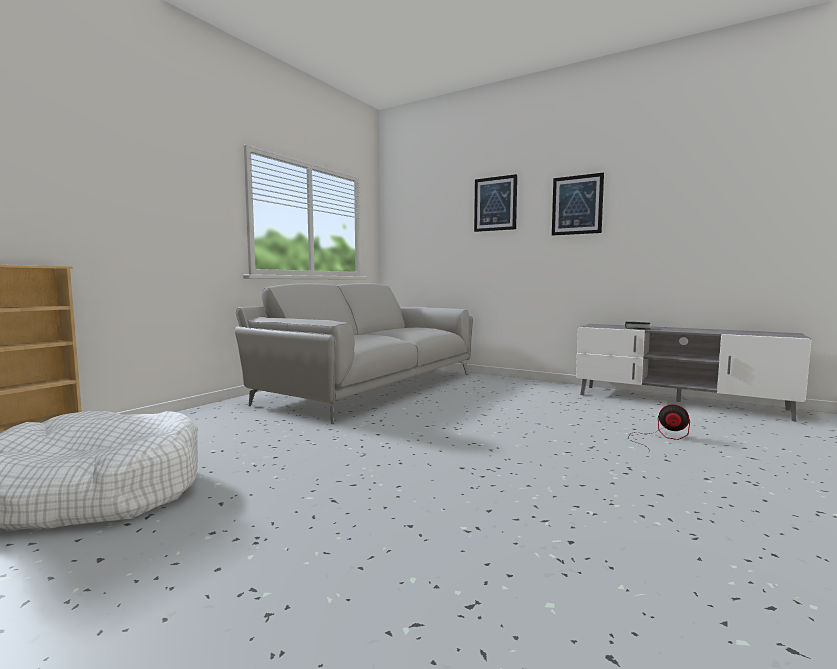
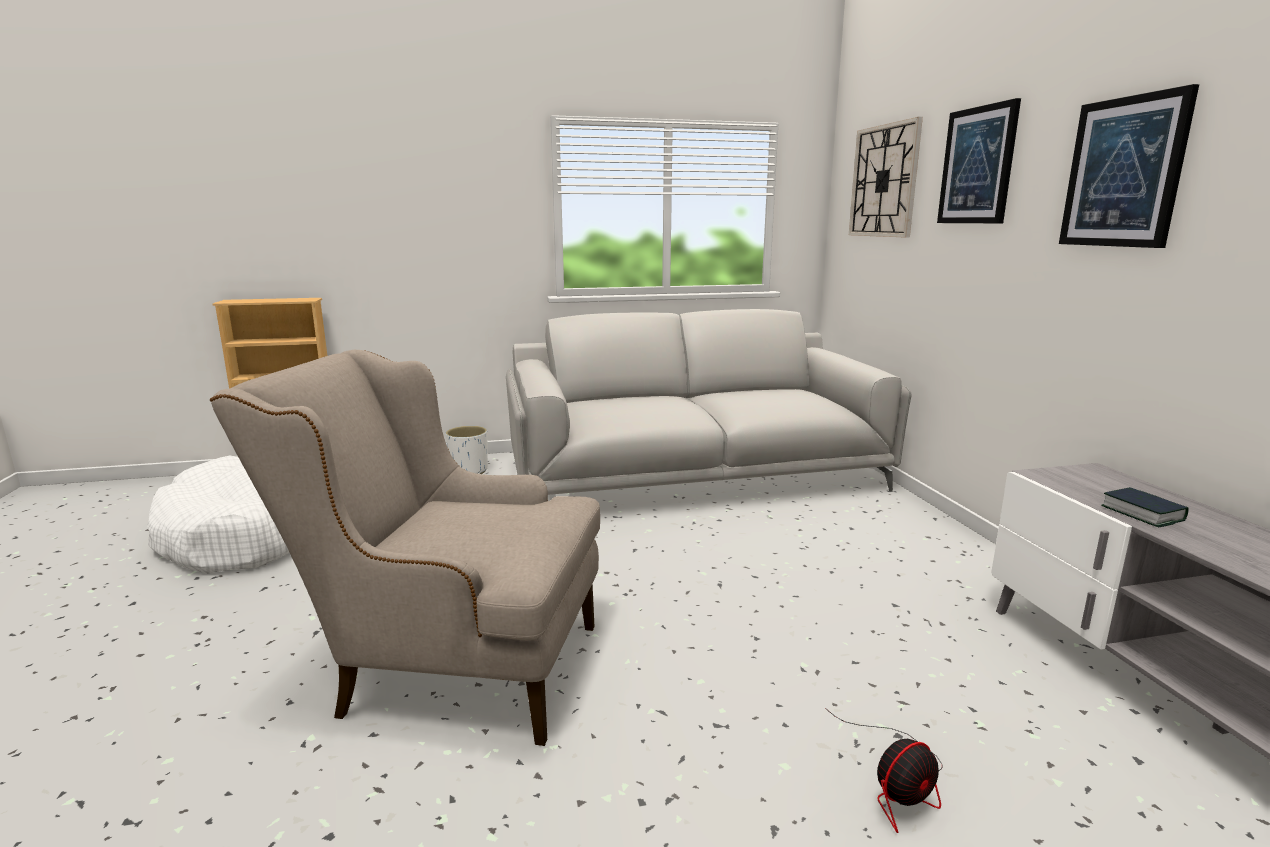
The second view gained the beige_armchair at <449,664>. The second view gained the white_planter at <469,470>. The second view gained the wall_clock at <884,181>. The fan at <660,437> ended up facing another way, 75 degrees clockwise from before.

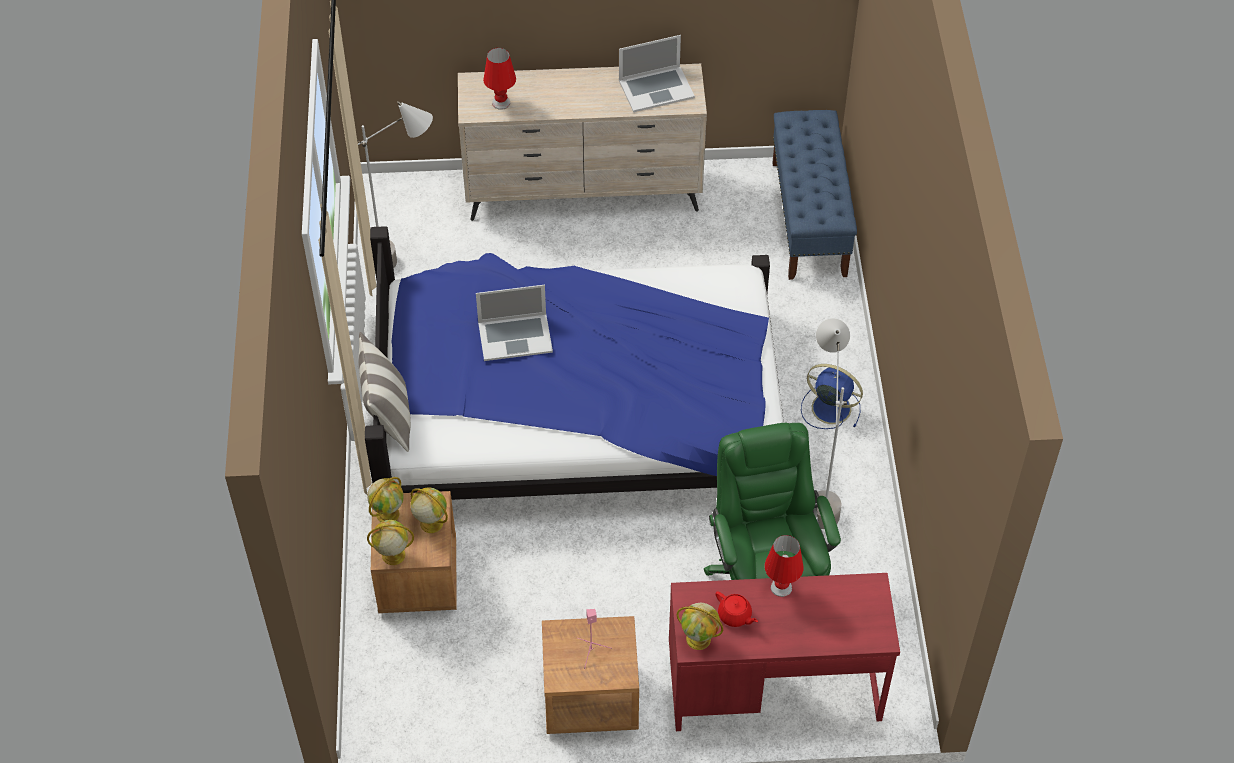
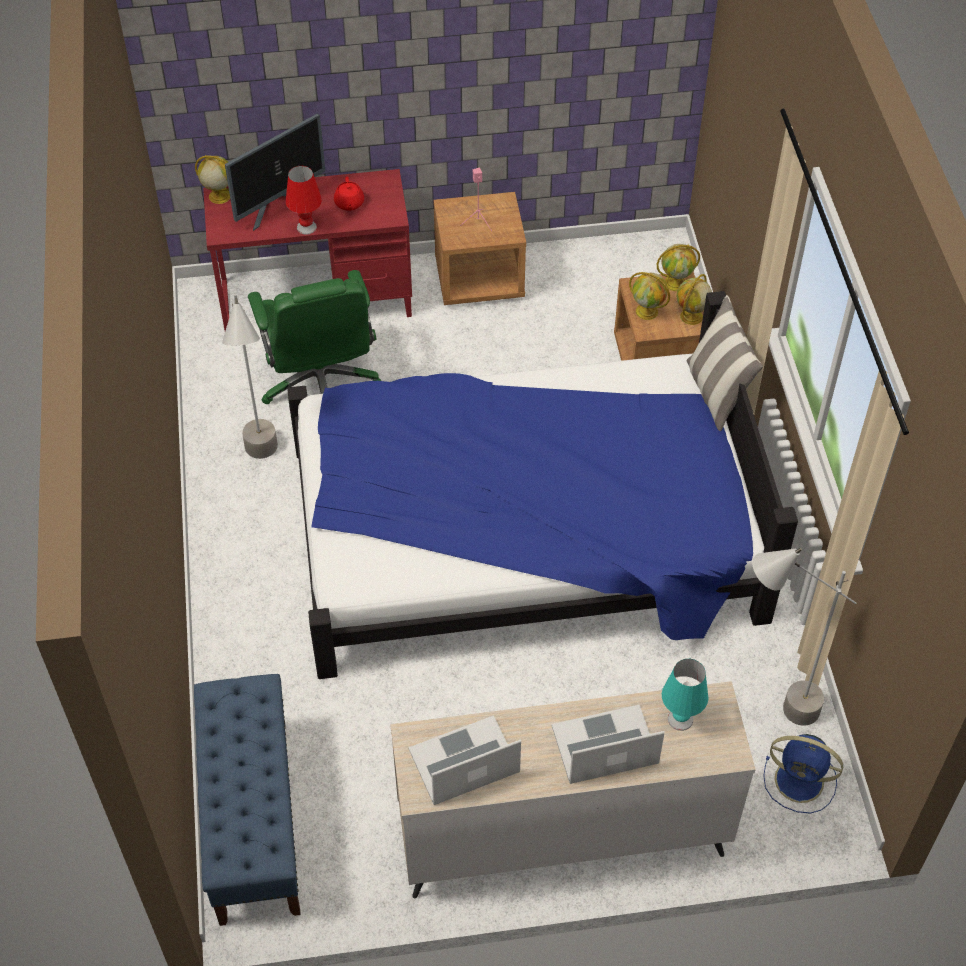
The second view gained the monitor at <279,204>. The laptop ended up elsewhere, having gone from <515,336> to <605,745>. The globe ended up elsewhere, having gone from <699,639> to <219,196>. The blue_fan ended up elsewhere, having gone from <829,407> to <801,781>. What was the red_table_lamp at <501,102> turned into the turquoise_table_lamp at <680,719>. The red_teapot at <735,616> ended up facing another way, 135 degrees counterclockwise from before.

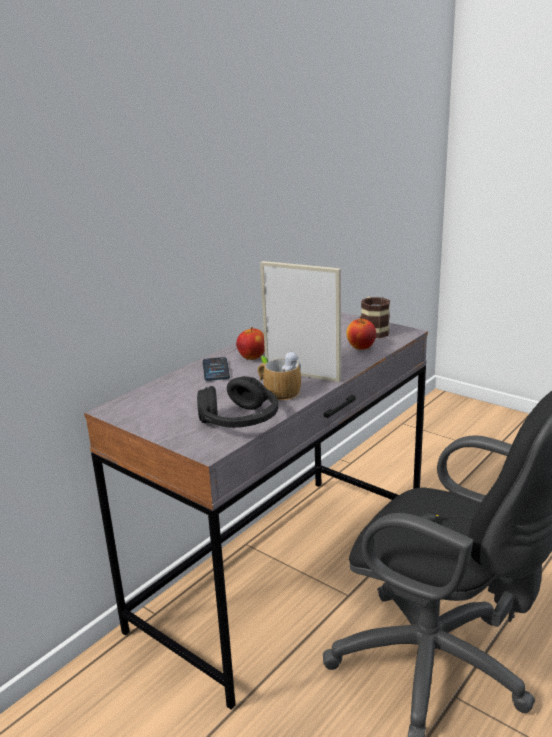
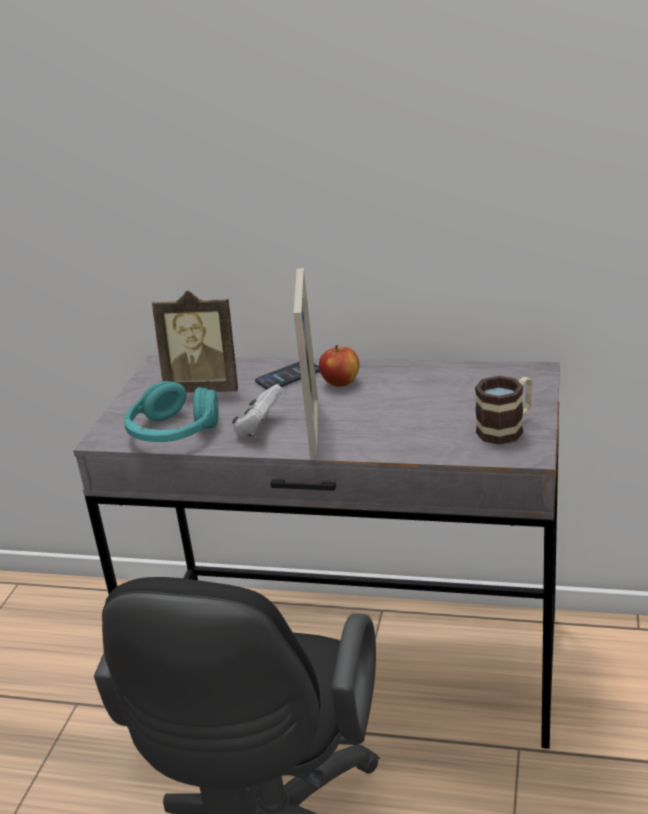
The second view lost the apple at <361,347>. The second view gained the picture_frame at <205,387>. Where the mug stood at <278,390>, the white_game_controller came to stand at <259,428>. What was the black_headphones at <239,420> turned into the turquoise_headphones at <173,432>.

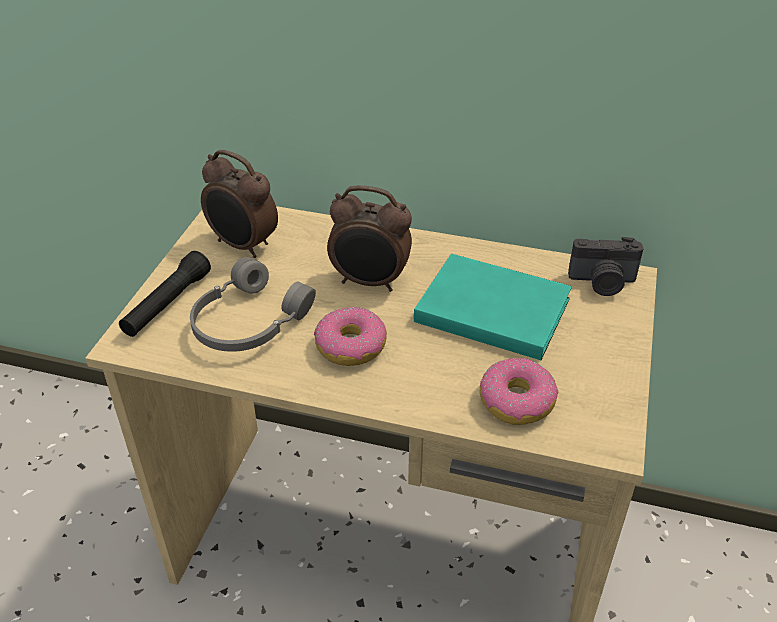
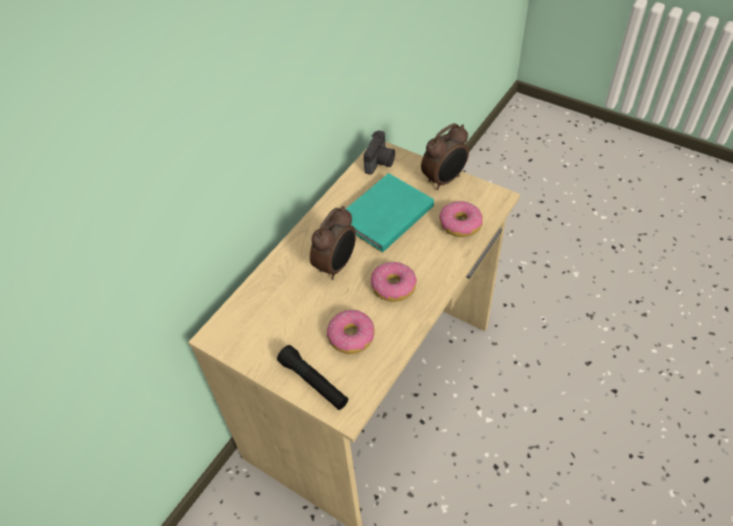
The alarm_clock ended up elsewhere, having gone from <243,246> to <445,180>. Where the grey_headphones stood at <248,322>, the donut came to stand at <351,337>.

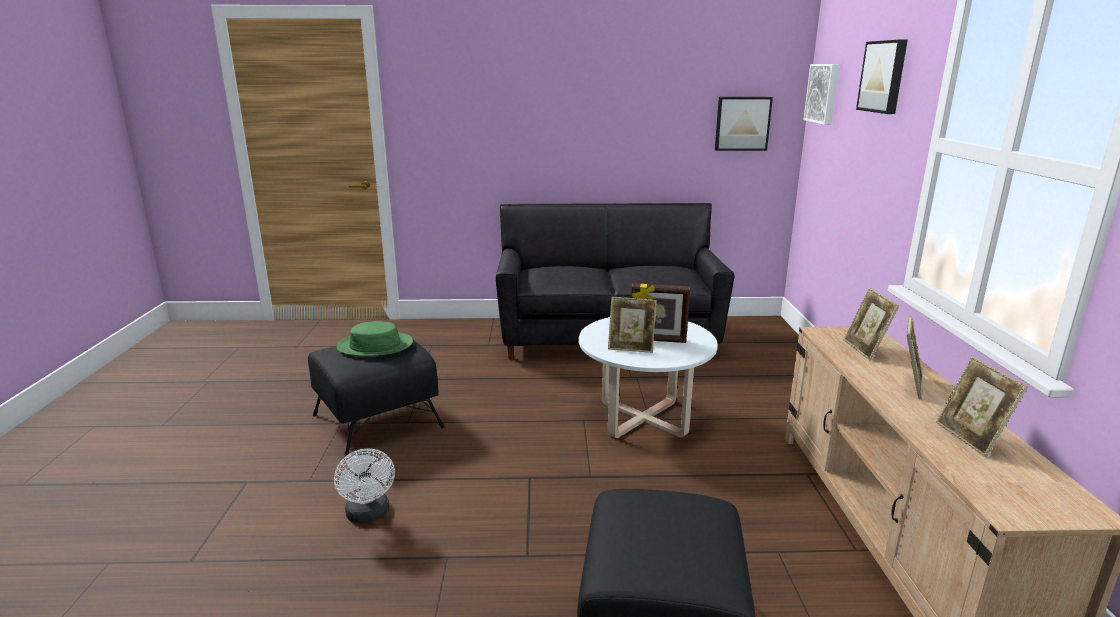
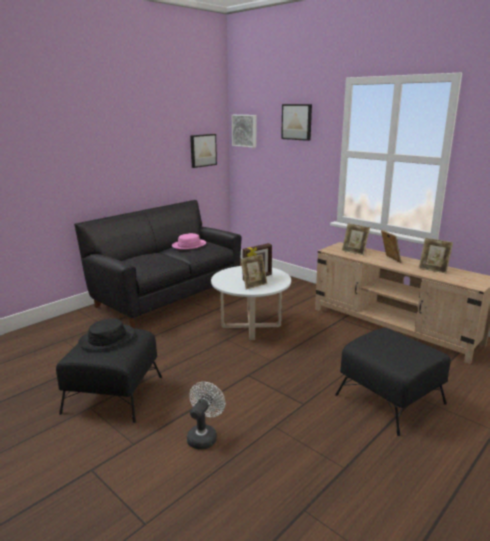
The second view gained the pink_hat at <189,245>. What was the green_hat at <375,345> turned into the black_hat at <107,338>. The white_fan at <369,515> ended up facing another way, 90 degrees counterclockwise from before.

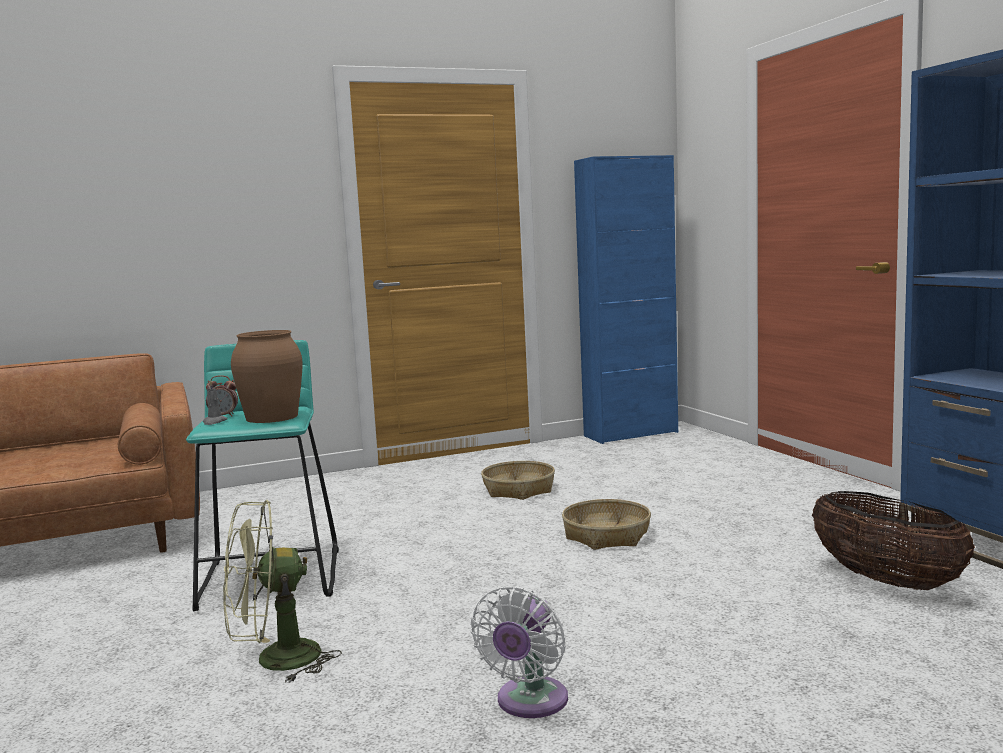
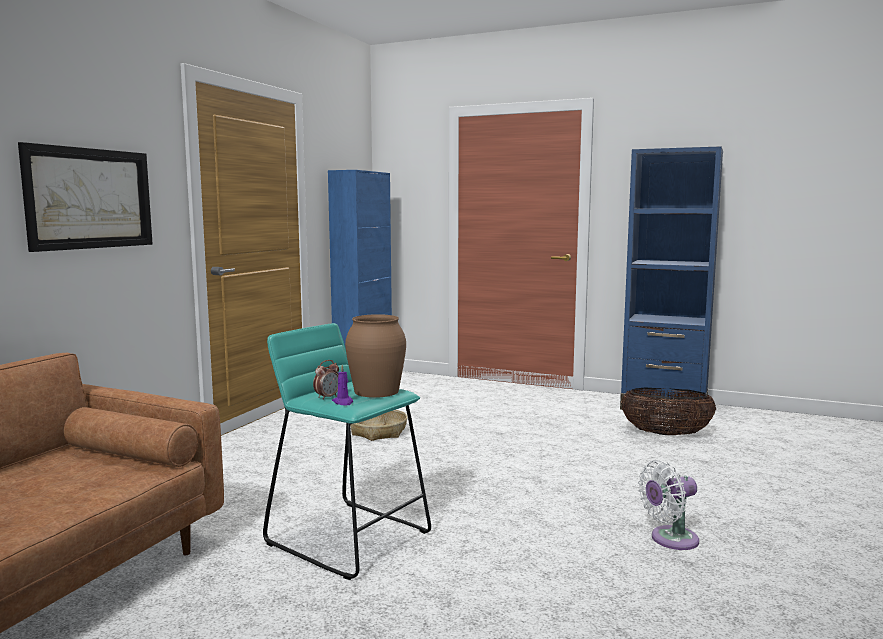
The second view lost the green_fan at <274,661>. The second view lost the basket at <607,536>. The second view gained the picture at <90,198>. What was the grey_candle at <214,422> turned into the purple_candle at <343,402>. The white_fan at <529,703> ended up facing another way, 90 degrees clockwise from before.

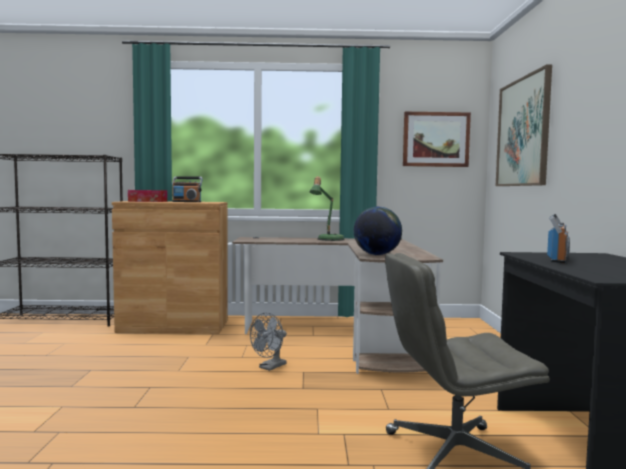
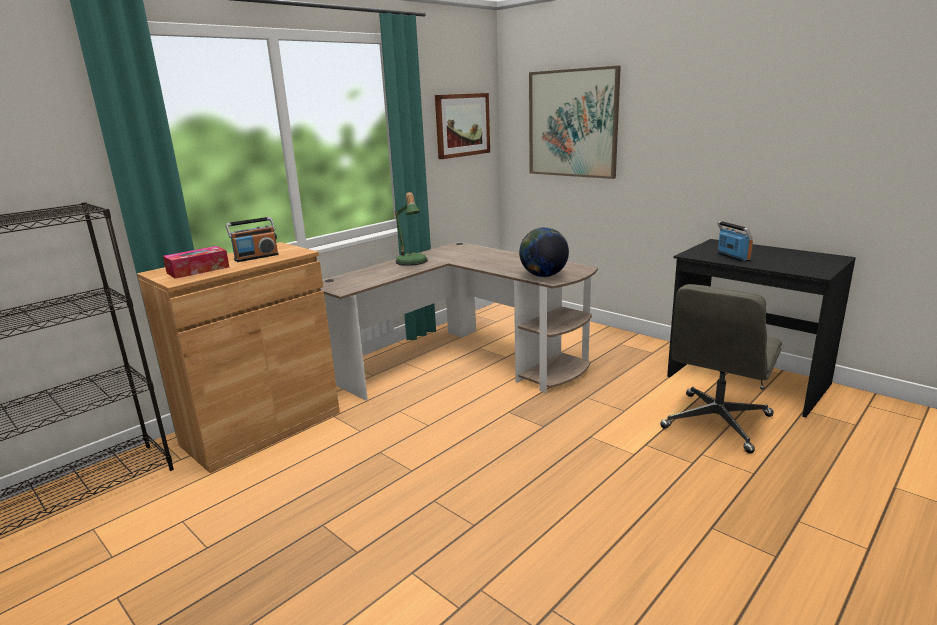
The second view lost the grey_fan at <270,367>.

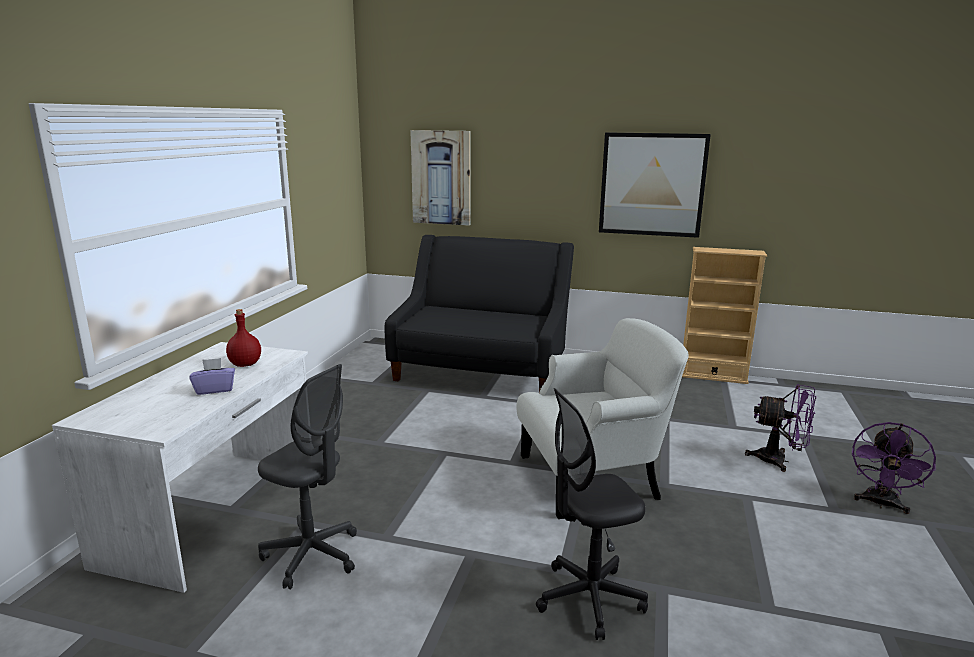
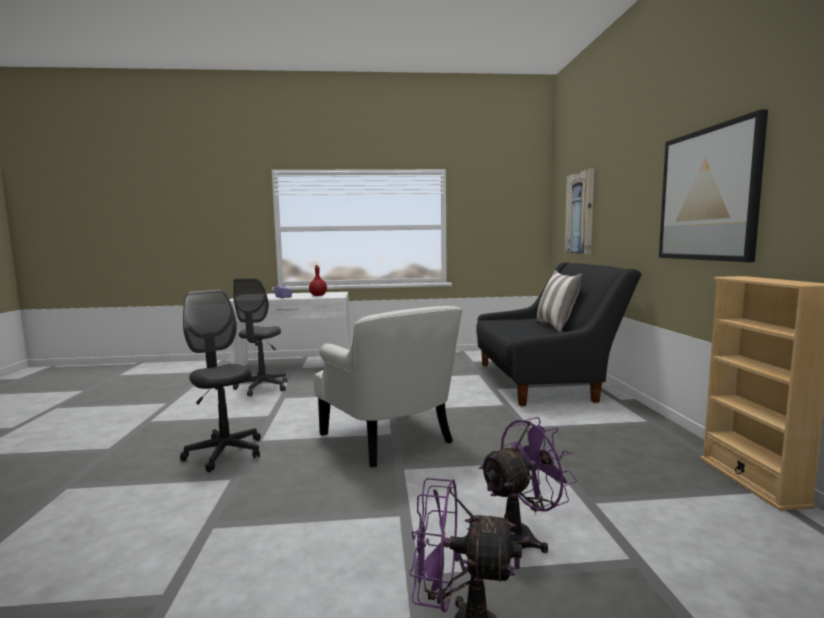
The second view gained the pillow at <556,327>. The purple_fan at <779,460> ended up facing another way, 120 degrees counterclockwise from before.

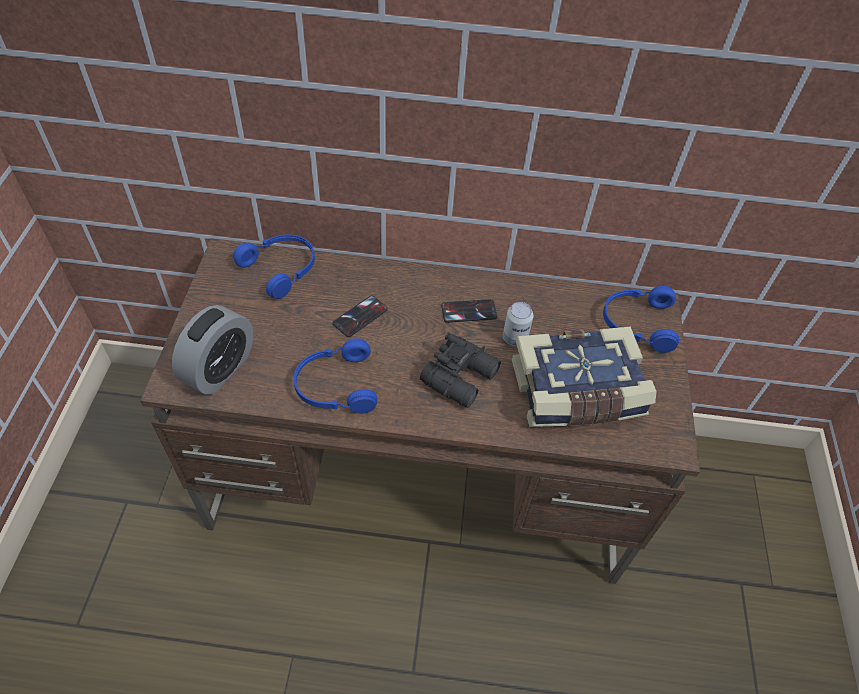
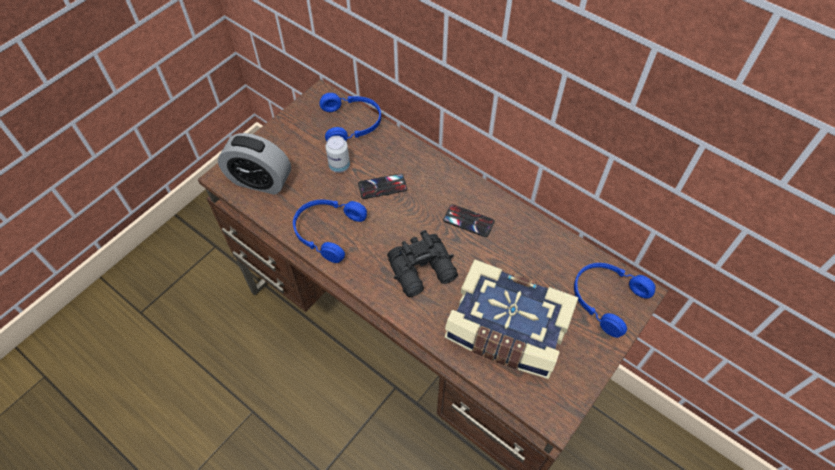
The can ended up elsewhere, having gone from <514,338> to <339,166>. The alarm_clock at <220,369> ended up facing another way, 45 degrees clockwise from before.

